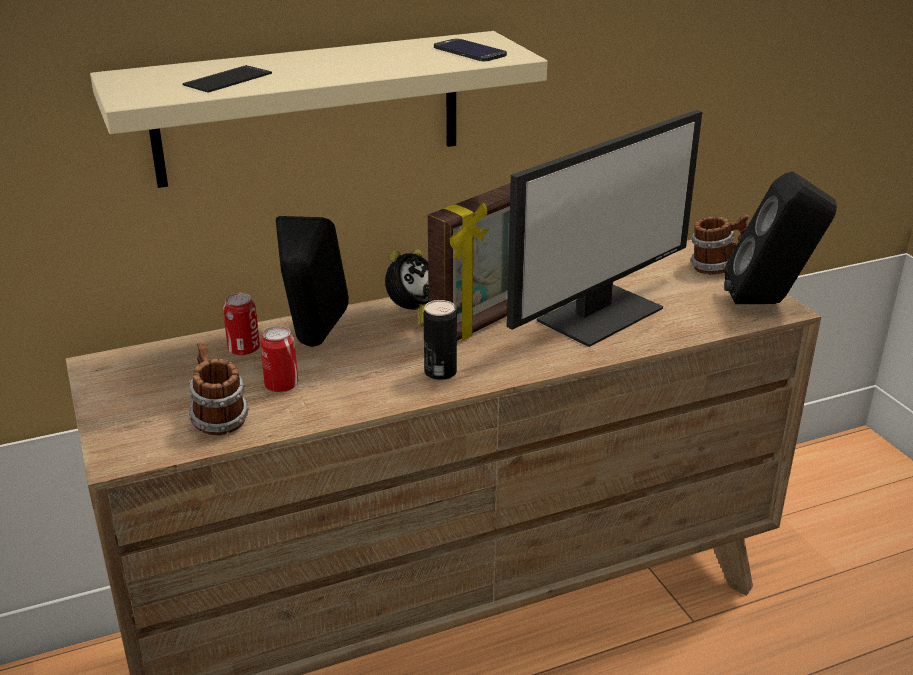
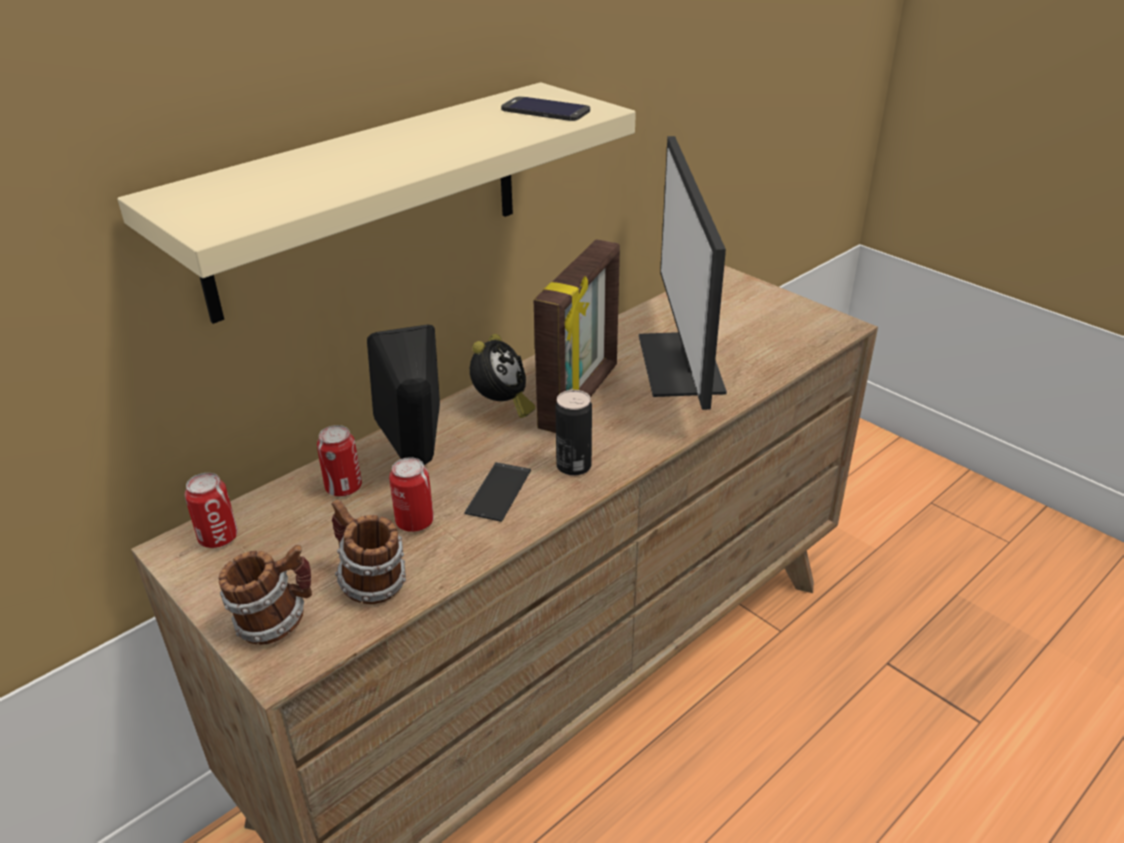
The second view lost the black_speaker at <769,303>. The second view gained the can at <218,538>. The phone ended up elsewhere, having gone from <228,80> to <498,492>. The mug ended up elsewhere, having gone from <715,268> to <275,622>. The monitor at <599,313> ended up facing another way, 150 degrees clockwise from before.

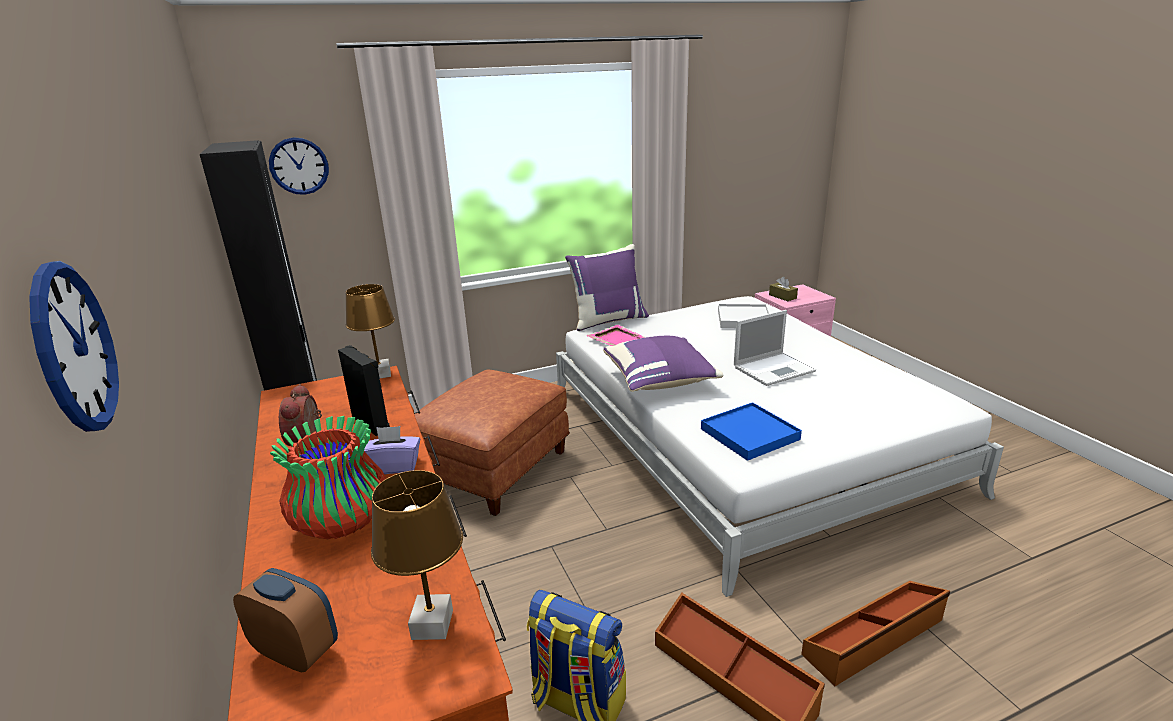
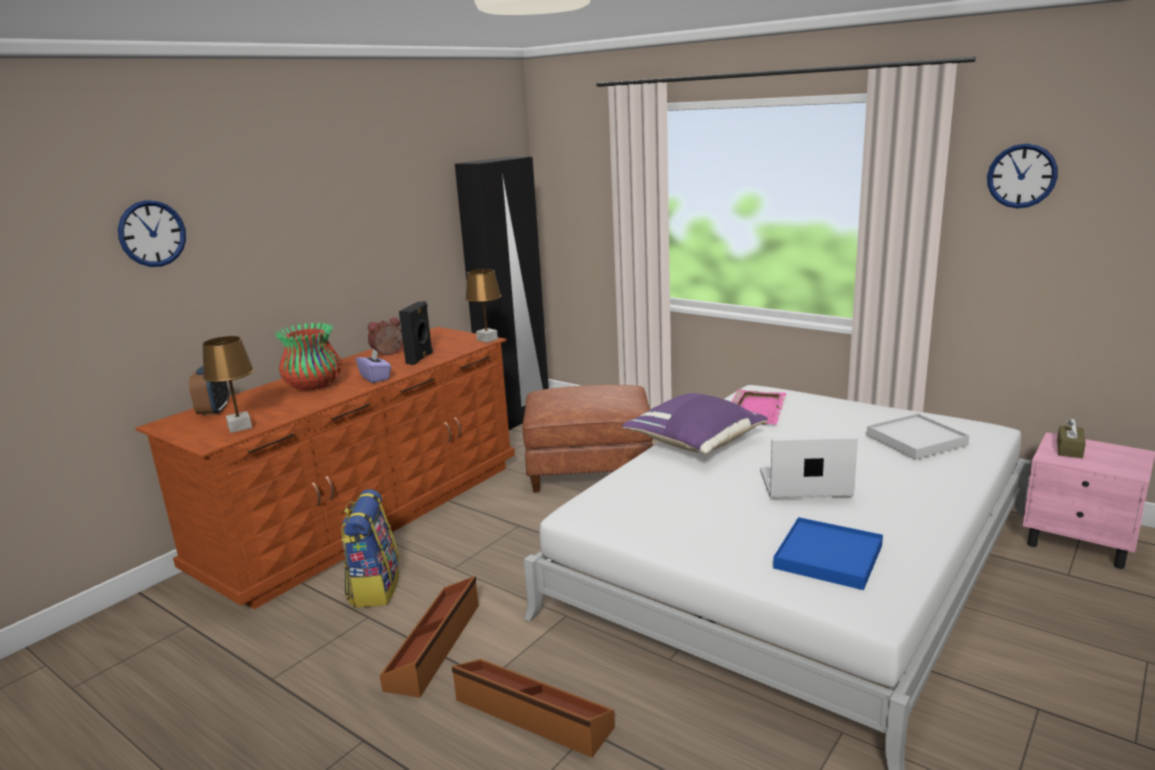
The second view lost the purple_pillow at <608,320>. The wall_clock ended up elsewhere, having gone from <299,166> to <1021,176>. The blue_tray ended up elsewhere, having gone from <749,434> to <828,557>. The laptop at <774,369> ended up facing another way, 150 degrees clockwise from before.

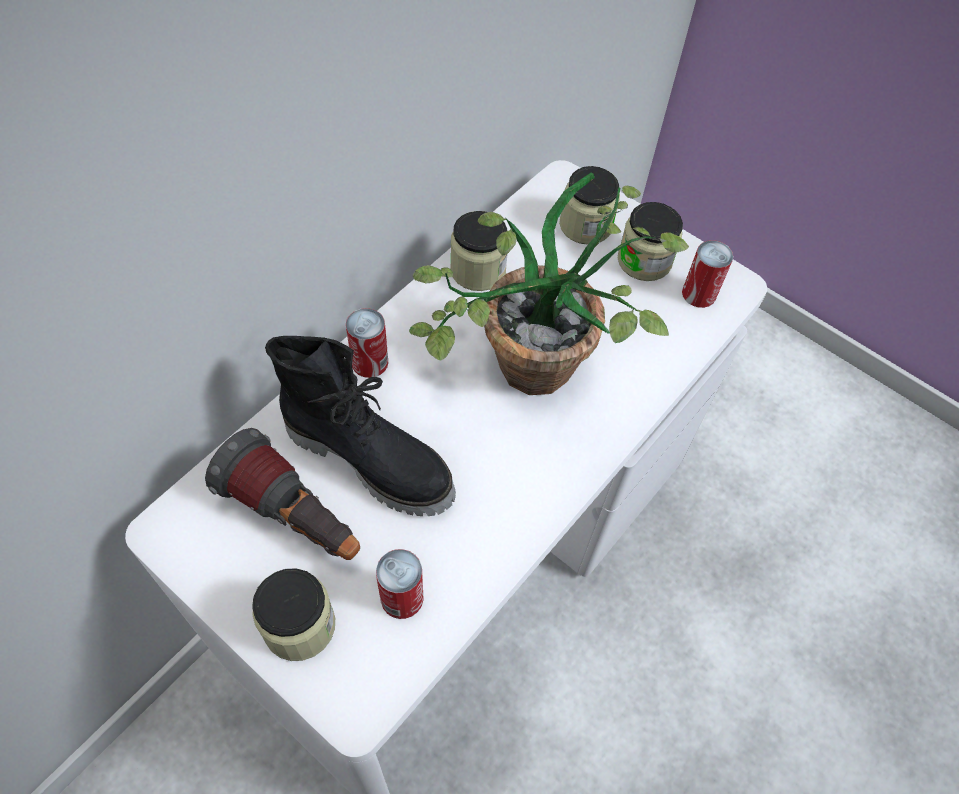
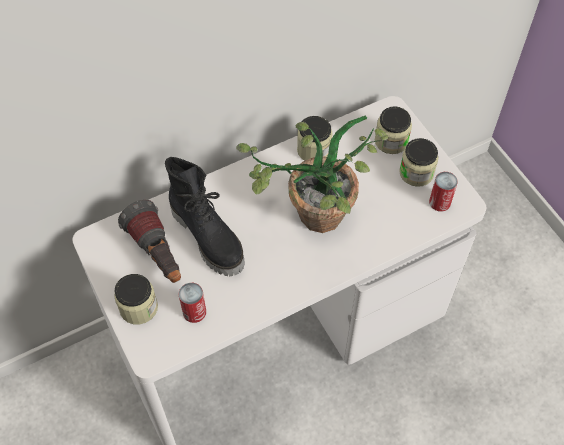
The second view lost the can at <370,362>.

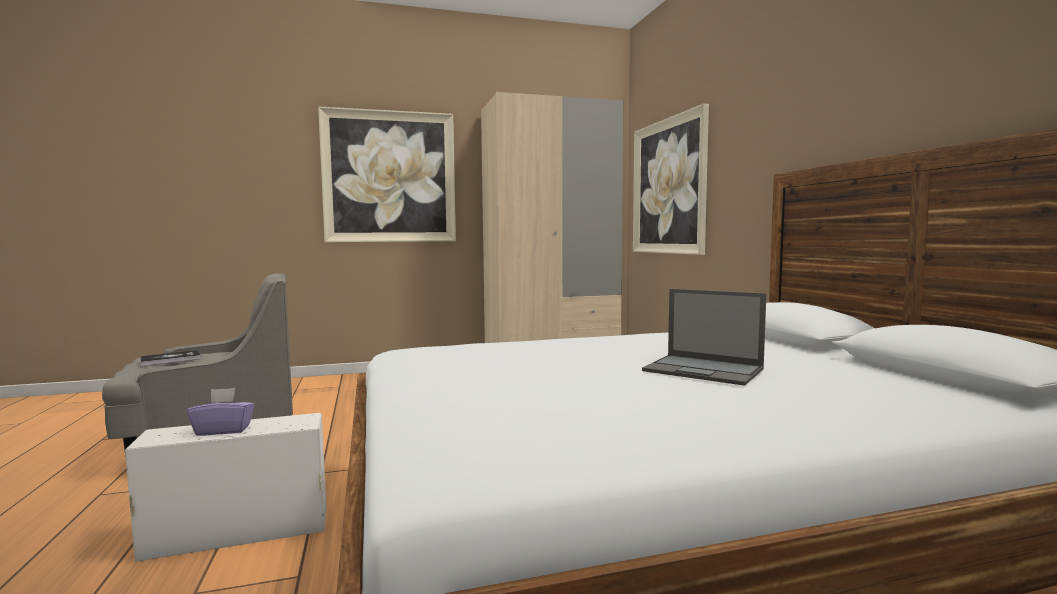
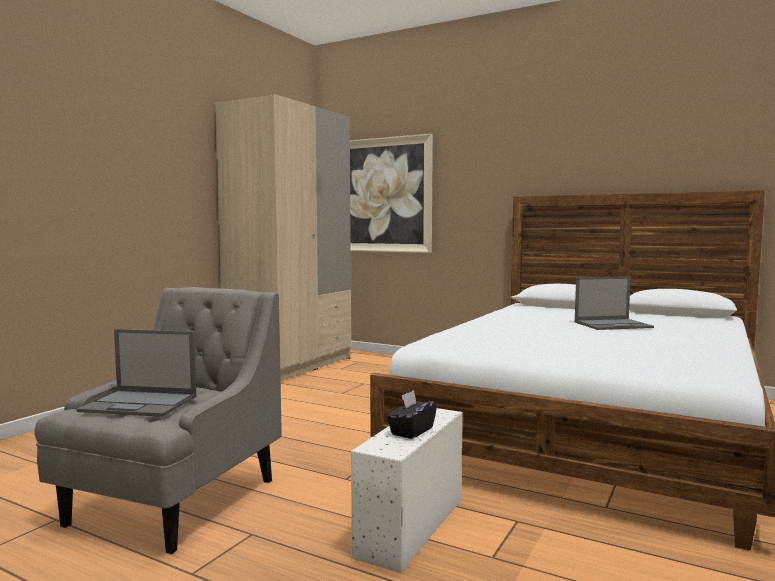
The second view lost the picture at <389,177>. Where the book stood at <171,359>, the laptop came to stand at <140,404>. What was the purple_tissue_box at <223,430> turned into the black_tissue_box at <411,431>.

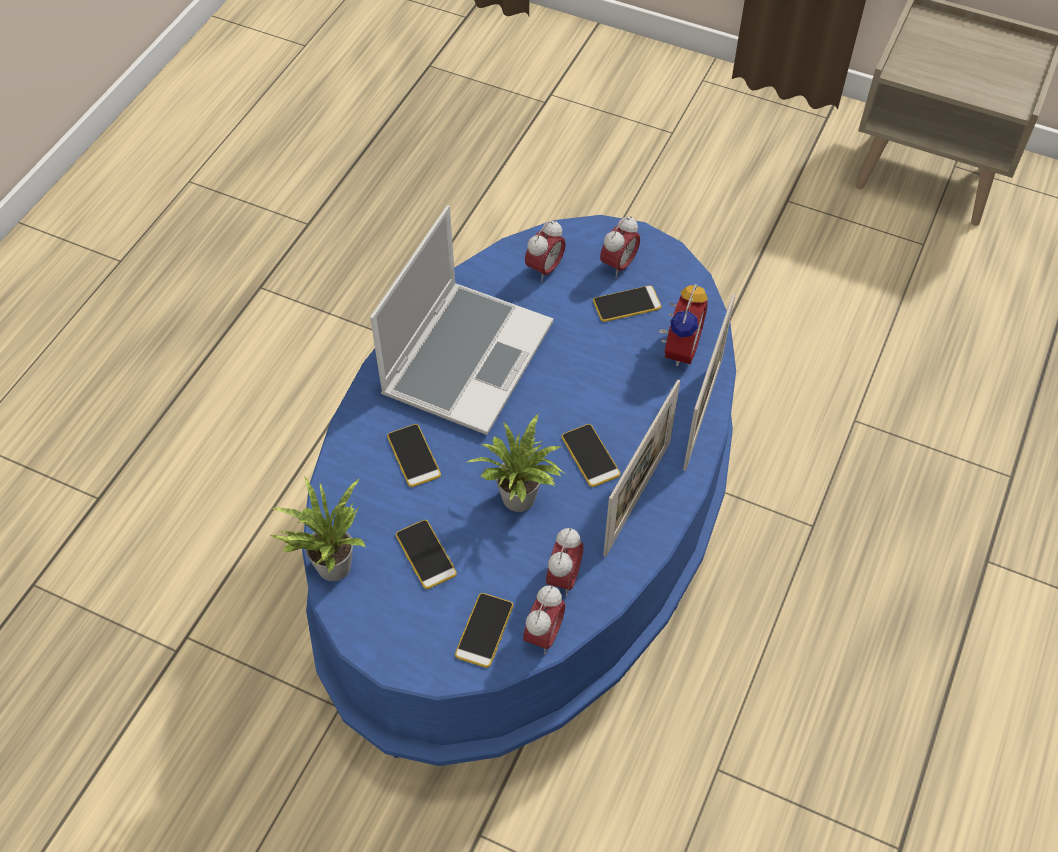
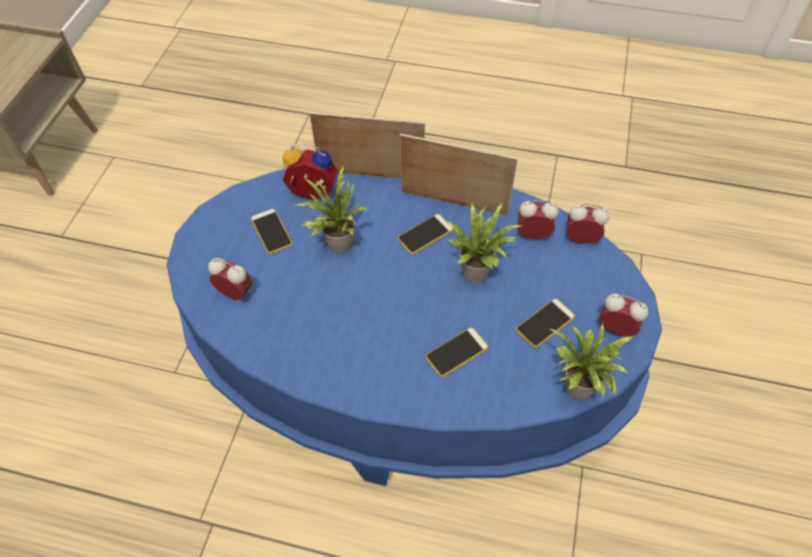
The second view lost the laptop at <466,357>. The second view lost the phone at <484,630>. The second view gained the potted_plant at <336,243>. The alarm_clock ended up elsewhere, having gone from <618,265> to <616,329>.

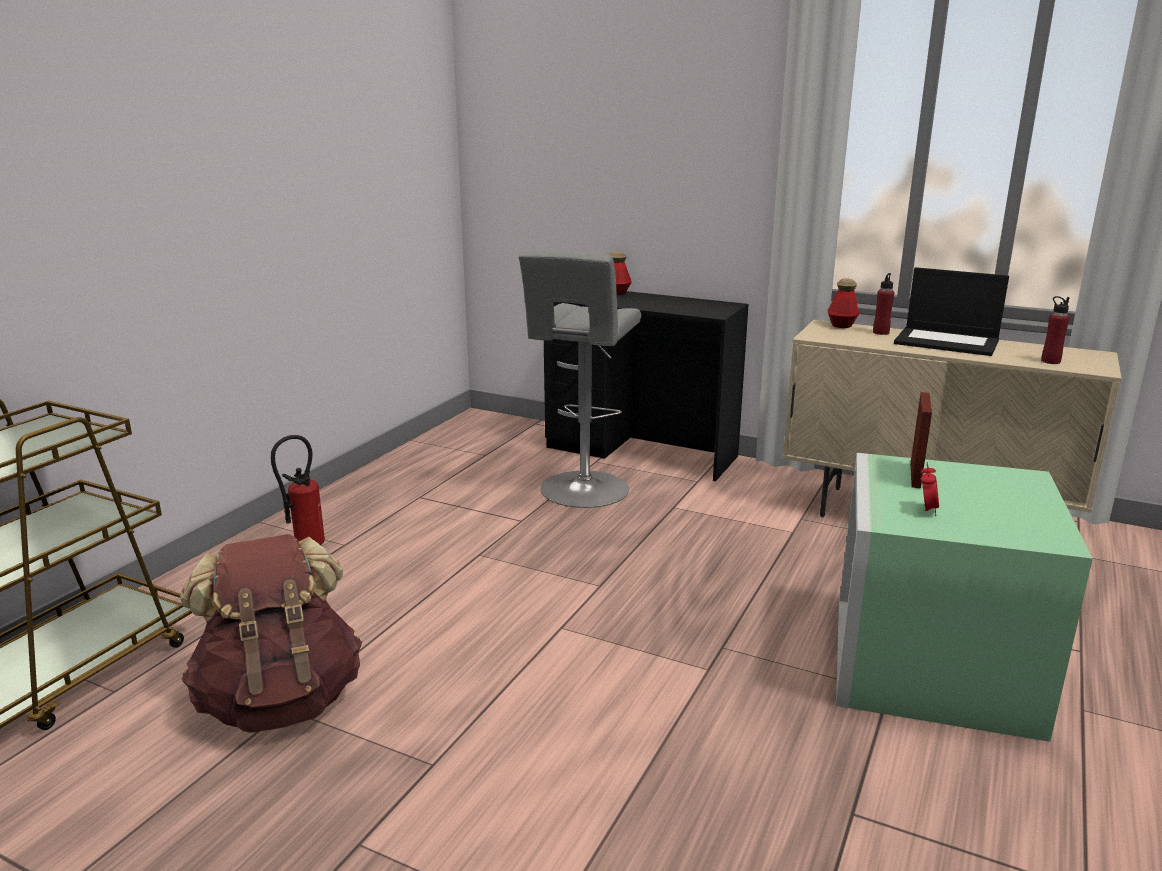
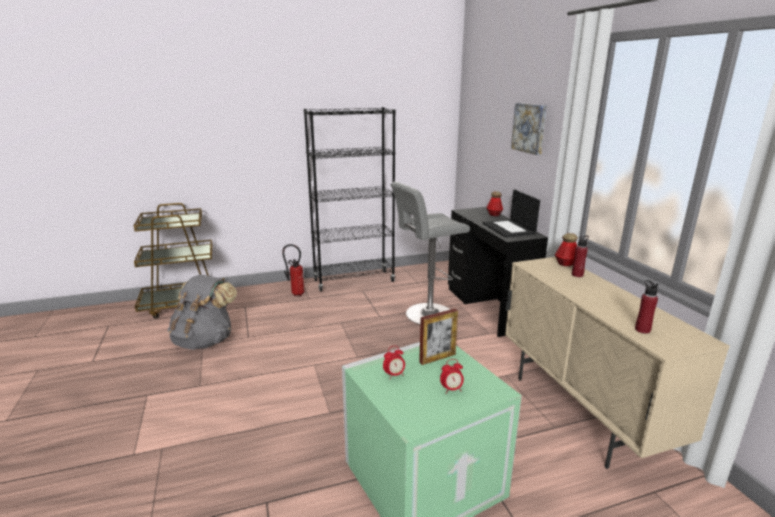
The second view gained the black_bookcase at <354,281>. The second view gained the alarm_clock at <451,389>. The second view gained the picture at <530,128>. The laptop ended up elsewhere, having gone from <948,342> to <509,229>. What was the brown_backpack at <281,700> turned into the grey_backpack at <205,341>.

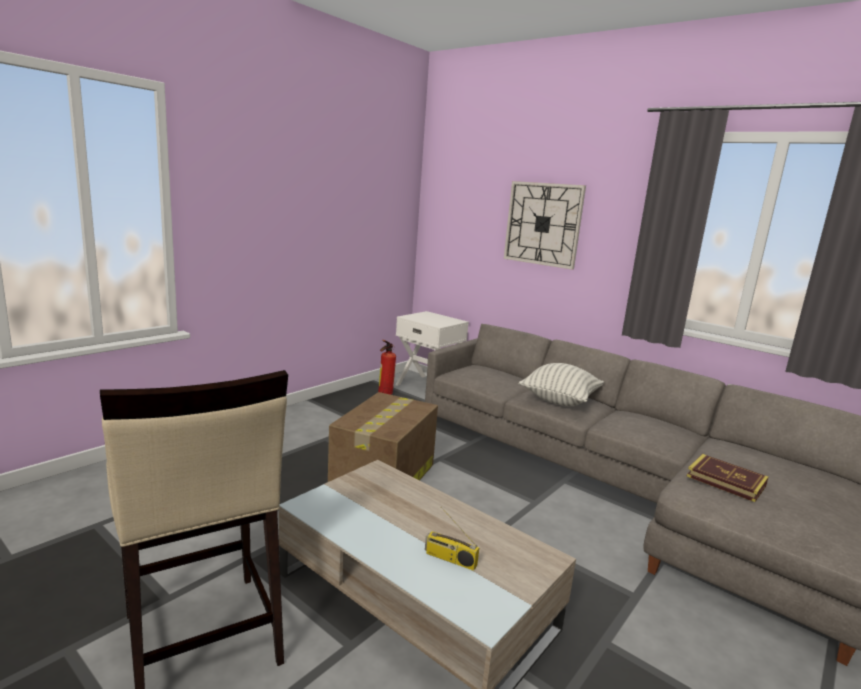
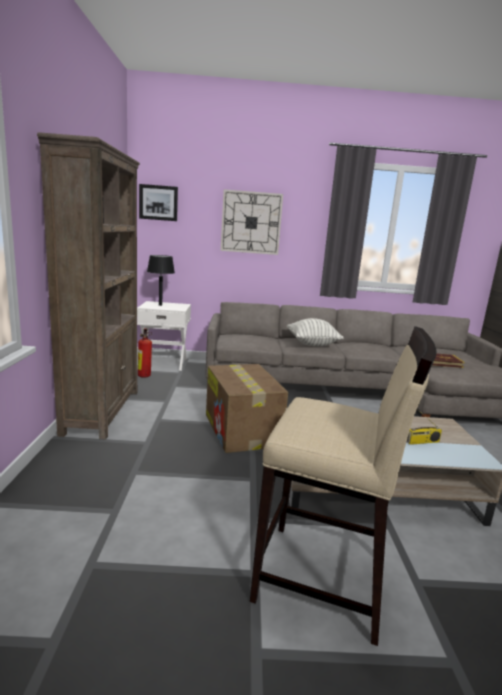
The second view gained the brown_bookcase at <102,411>. The second view gained the picture at <158,202>. The second view gained the black_table_lamp at <160,305>.

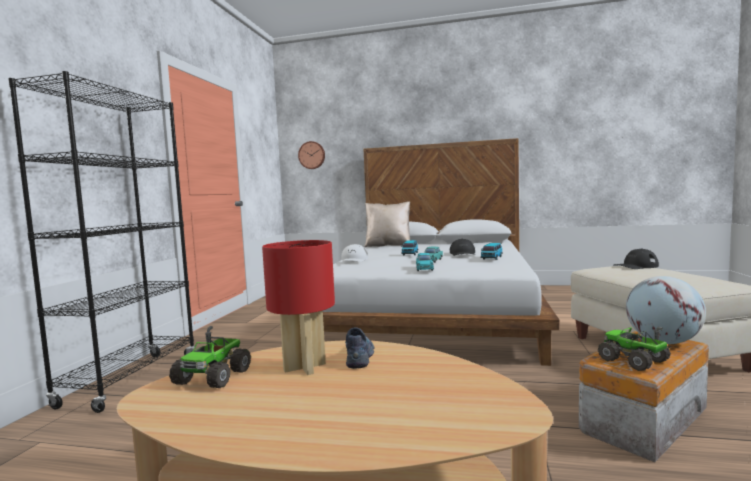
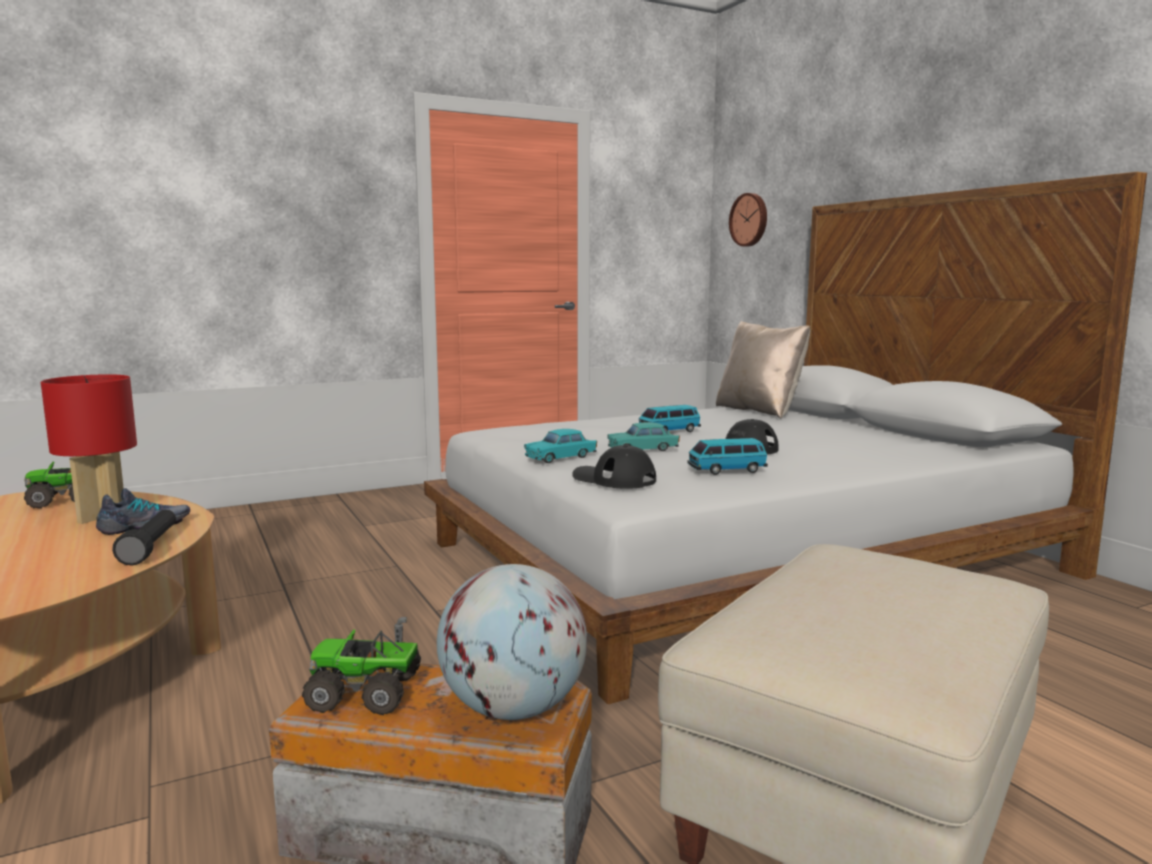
The second view lost the black_bookcase at <131,380>. The second view lost the white_cap at <353,260>. The second view gained the black_flashlight at <151,548>. The black_cap ended up elsewhere, having gone from <636,266> to <614,479>. The toy_truck at <634,361> ended up facing another way, 105 degrees counterclockwise from before.

